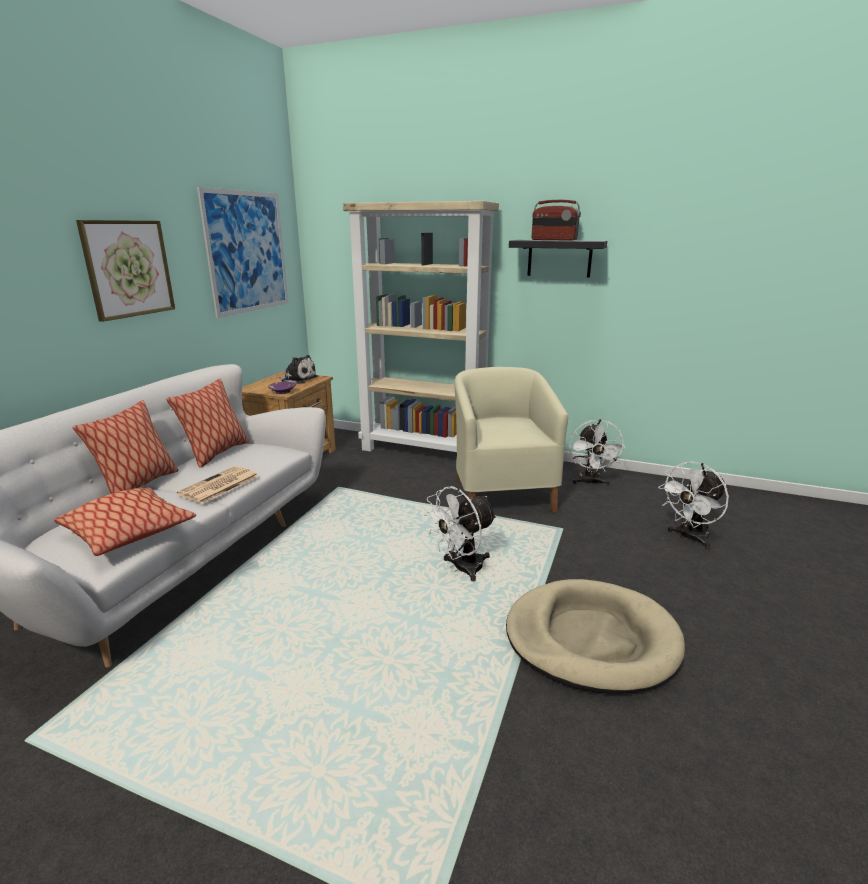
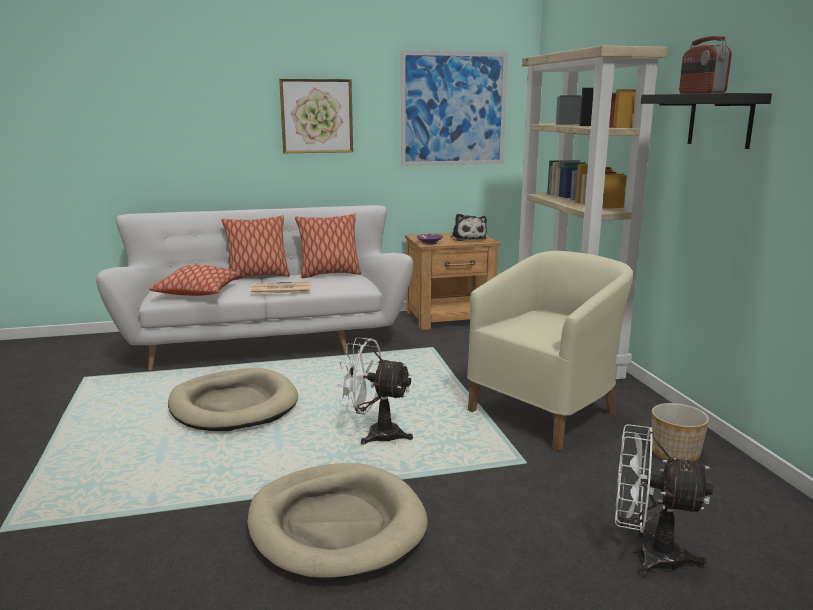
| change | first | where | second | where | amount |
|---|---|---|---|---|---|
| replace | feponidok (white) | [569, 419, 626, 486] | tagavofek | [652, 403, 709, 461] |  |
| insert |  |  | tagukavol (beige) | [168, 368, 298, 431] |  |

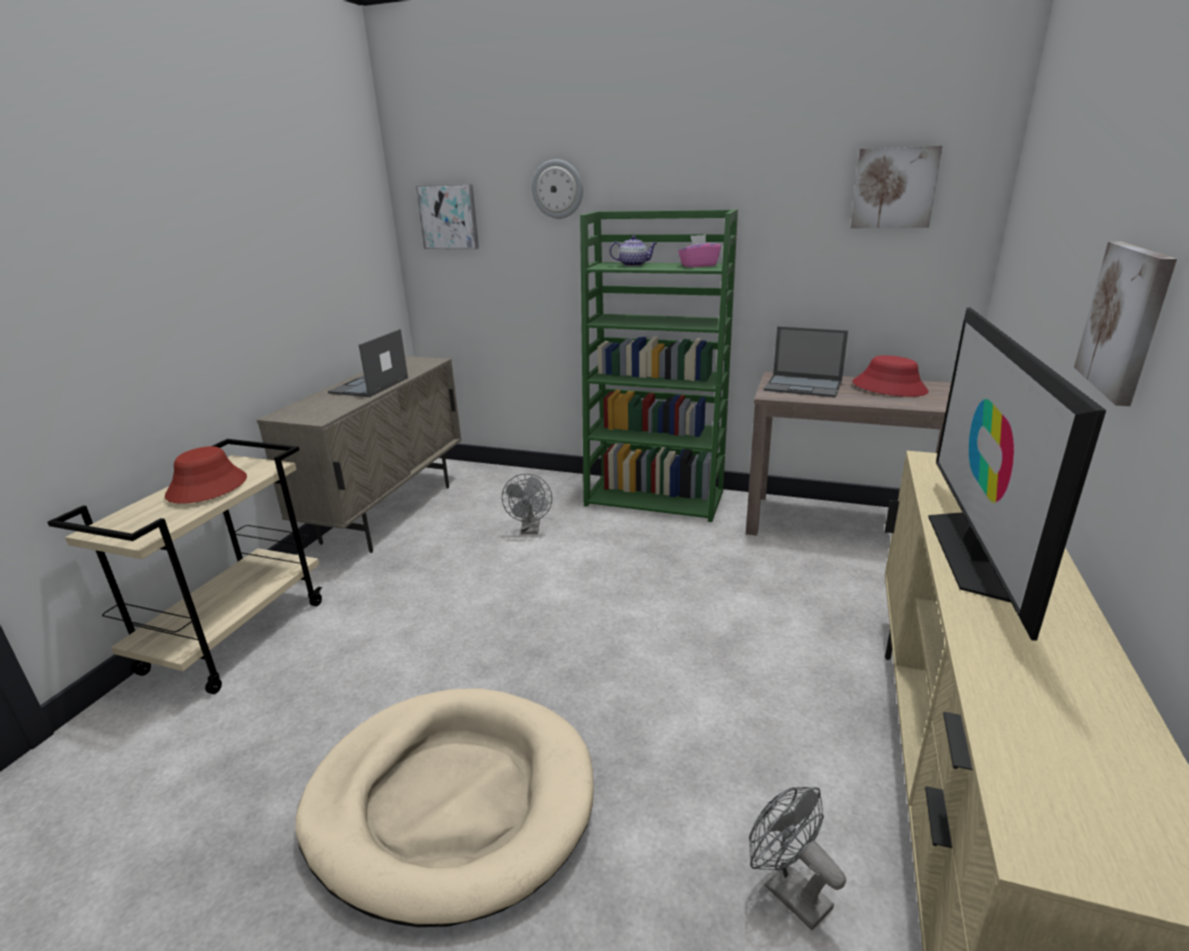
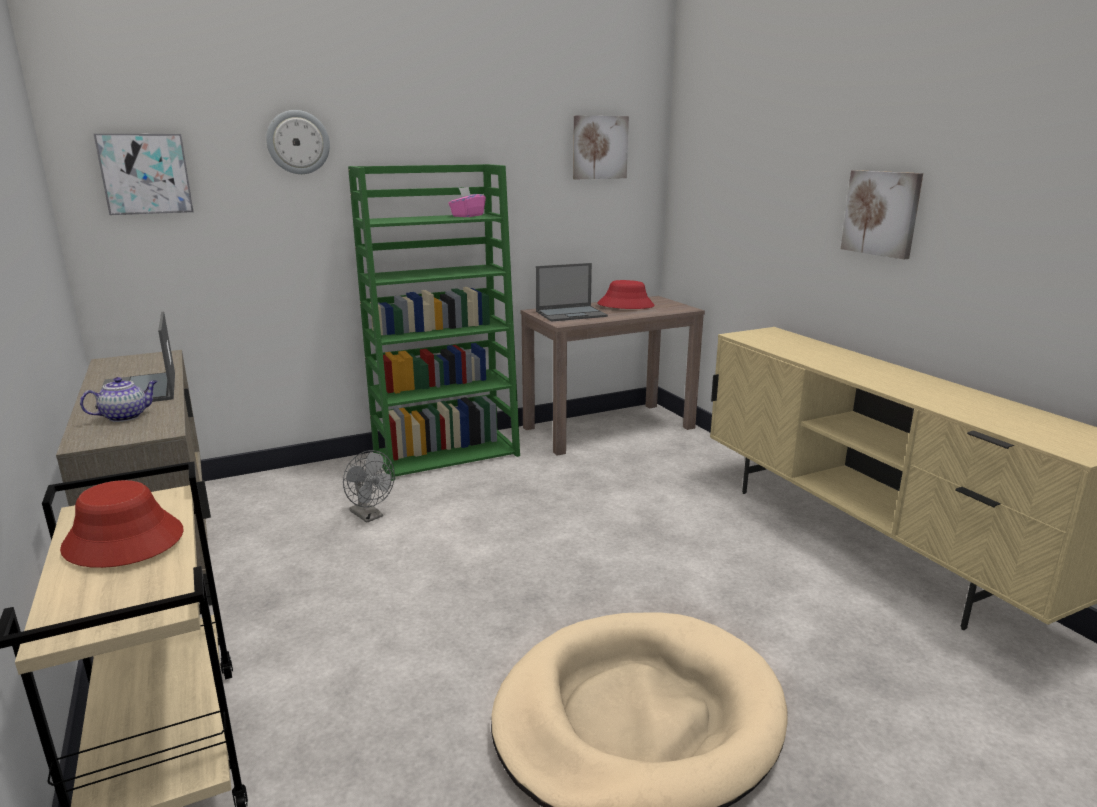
| change | first | where | second | where | amount |
|---|---|---|---|---|---|
| move | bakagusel | [610, 236, 657, 267] |  | [80, 377, 158, 422] |  |
| delete | feponidok (grey) | [749, 787, 846, 930] |  |  |  |
| delete | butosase | [928, 307, 1106, 641] |  |  |  |

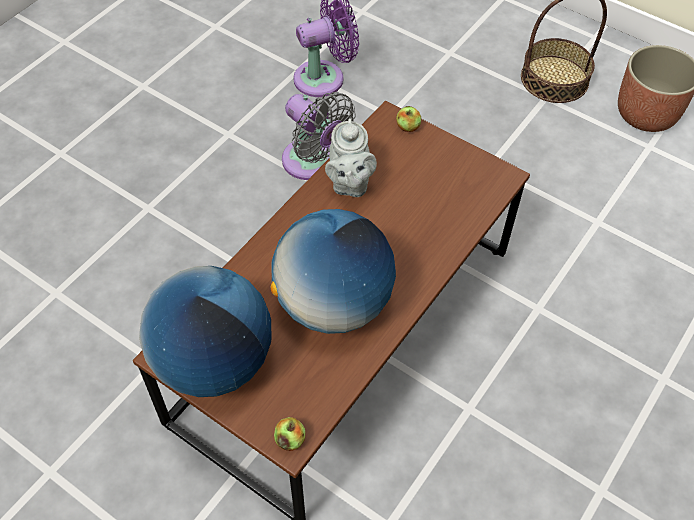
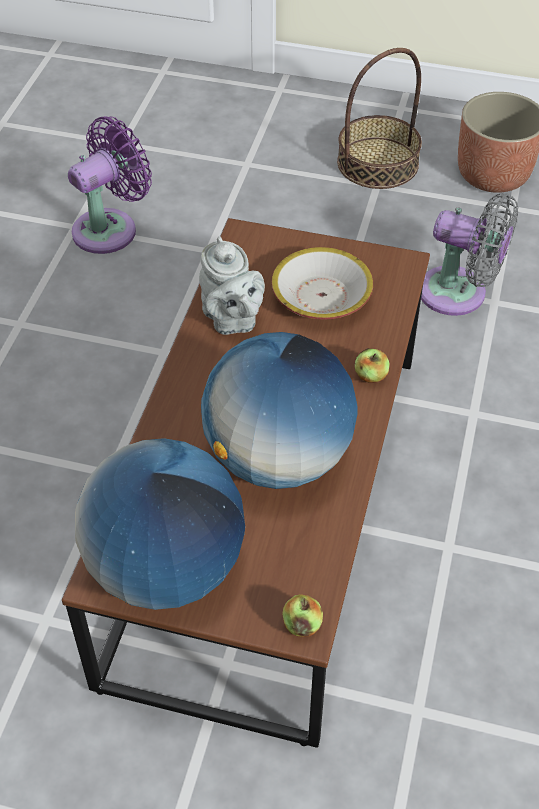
| change | first | where | second | where | amount |
|---|---|---|---|---|---|
| move | feponidok (grey) | [282, 92, 356, 180] |  | [421, 193, 518, 316] |  |
| move | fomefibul | [396, 106, 421, 132] |  | [355, 348, 390, 383] |  |
| insert |  |  | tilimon | [271, 247, 373, 320] |  |

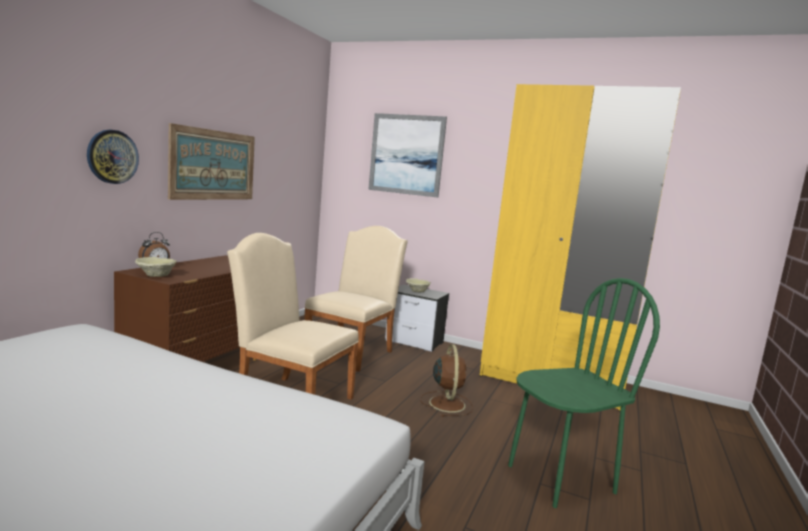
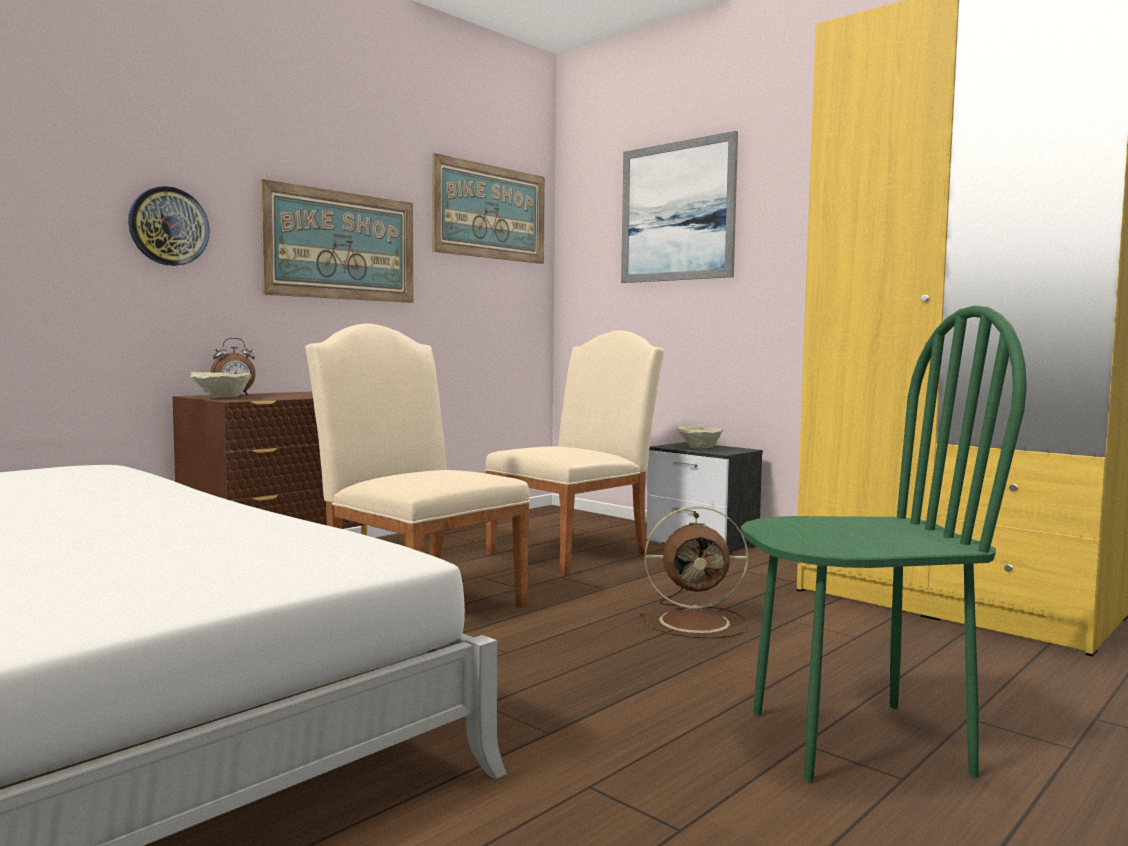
| change | first | where | second | where | amount |
|---|---|---|---|---|---|
| rotate | feponidok (brown) | [420, 344, 473, 417] |  | [639, 506, 748, 638] | 75 degrees clockwise |
| insert |  |  | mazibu | [432, 153, 545, 264] |  |

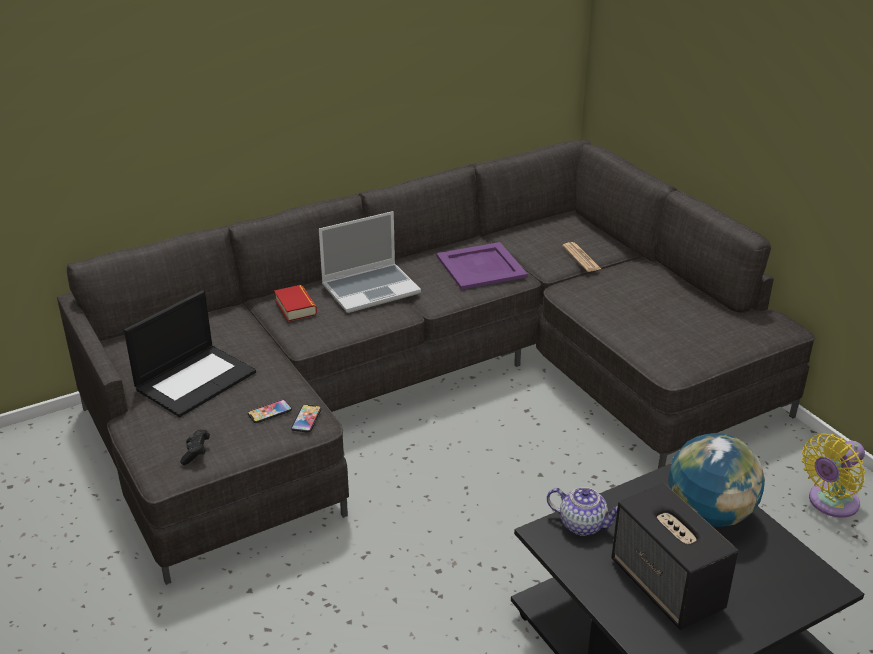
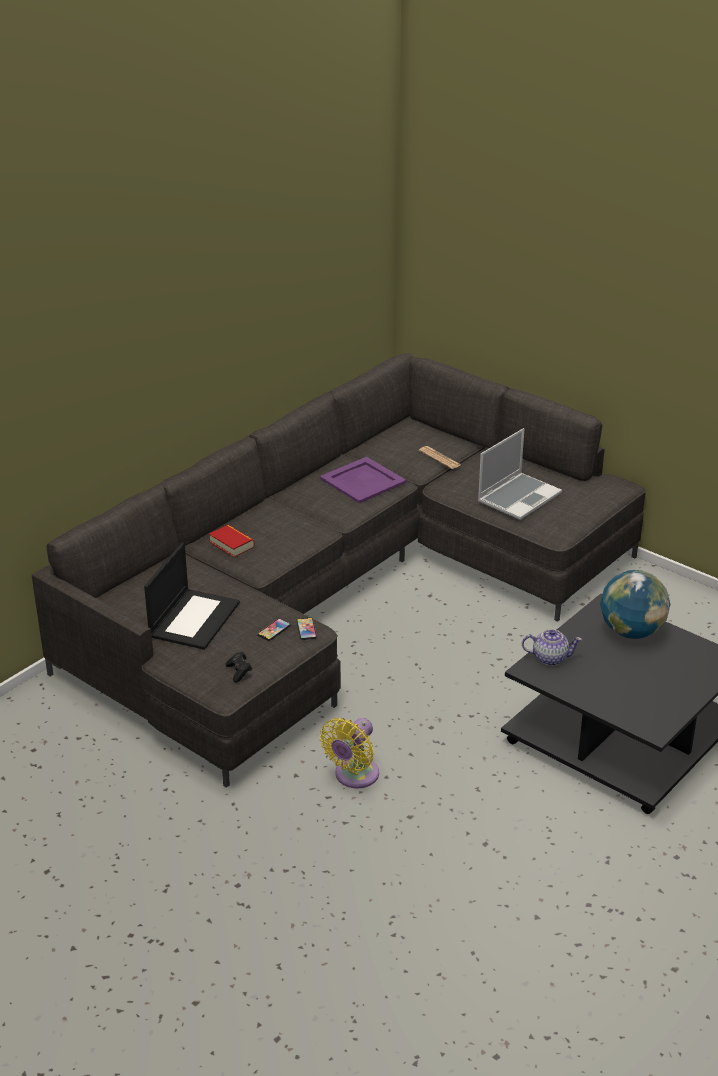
| change | first | where | second | where | amount |
|---|---|---|---|---|---|
| move | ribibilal | [319, 211, 421, 313] |  | [478, 428, 562, 520] |  |
| delete | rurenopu | [611, 483, 738, 630] |  |  |  |
| move | feponidok (yellow) | [802, 433, 865, 518] |  | [320, 718, 379, 789] |  |

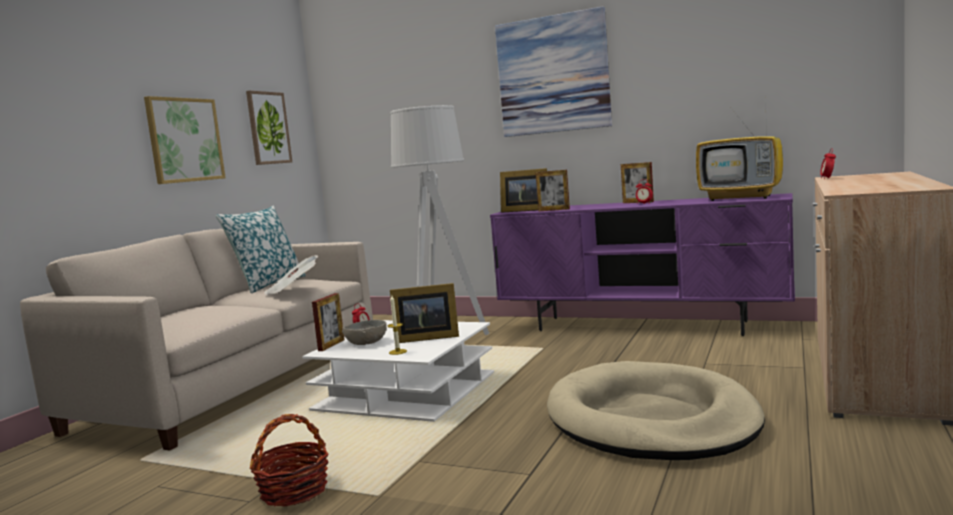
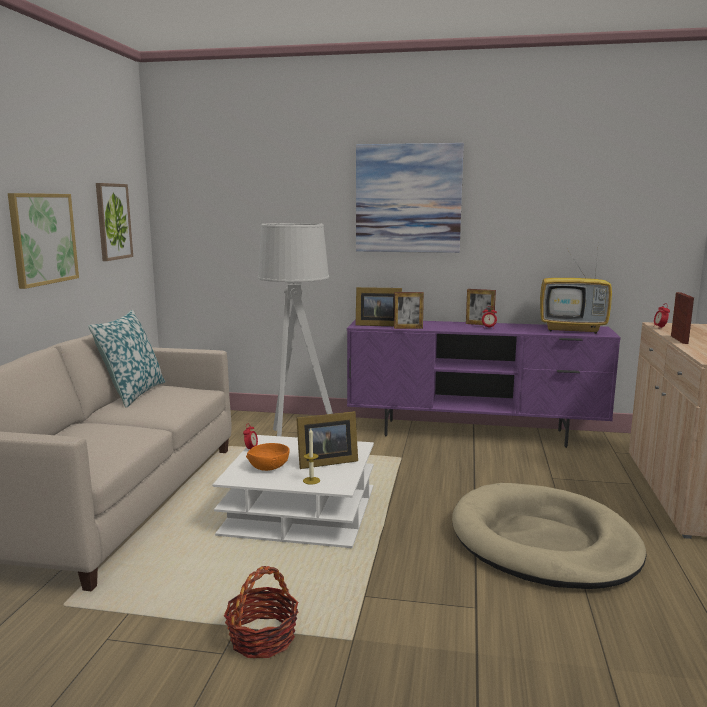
| change | first | where | second | where | amount |
|---|---|---|---|---|---|
| delete | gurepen | [263, 255, 319, 295] |  |  |  |
| move | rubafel | [312, 293, 345, 351] |  | [671, 292, 694, 344] |  |
| recolor | tilimon (grey) | [342, 320, 387, 345] | tilimon (orange) | [246, 443, 290, 471] |  |

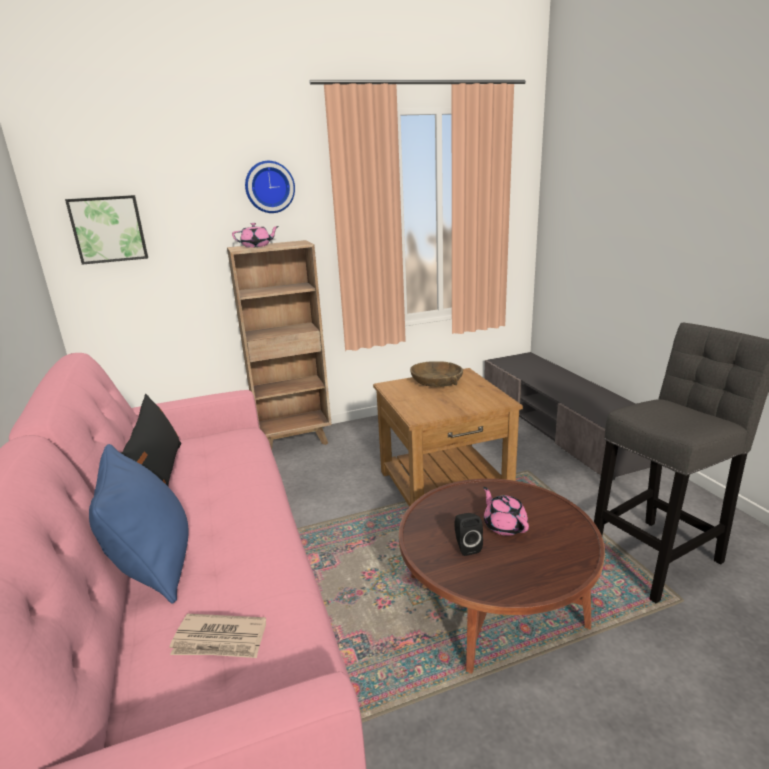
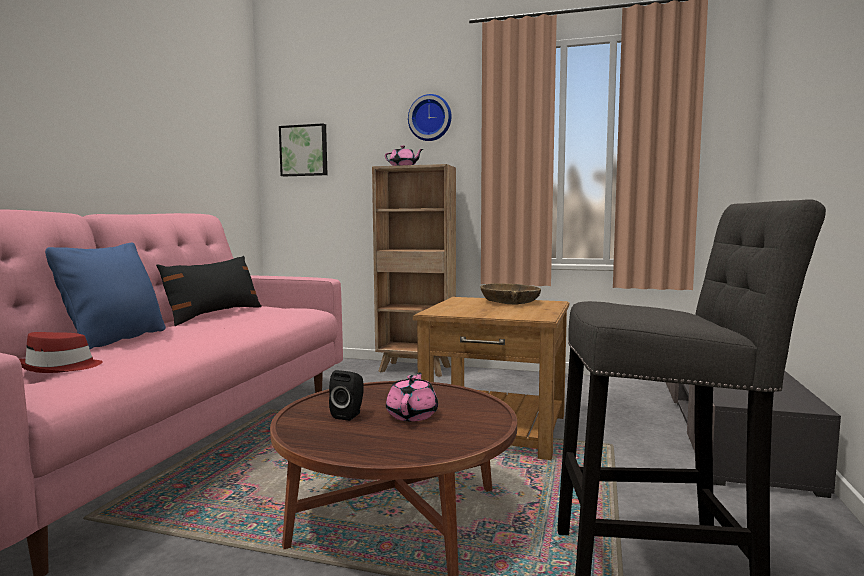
| change | first | where | second | where | amount |
|---|---|---|---|---|---|
| replace | gurepen | [169, 614, 266, 658] | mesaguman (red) | [19, 332, 103, 373] |  |

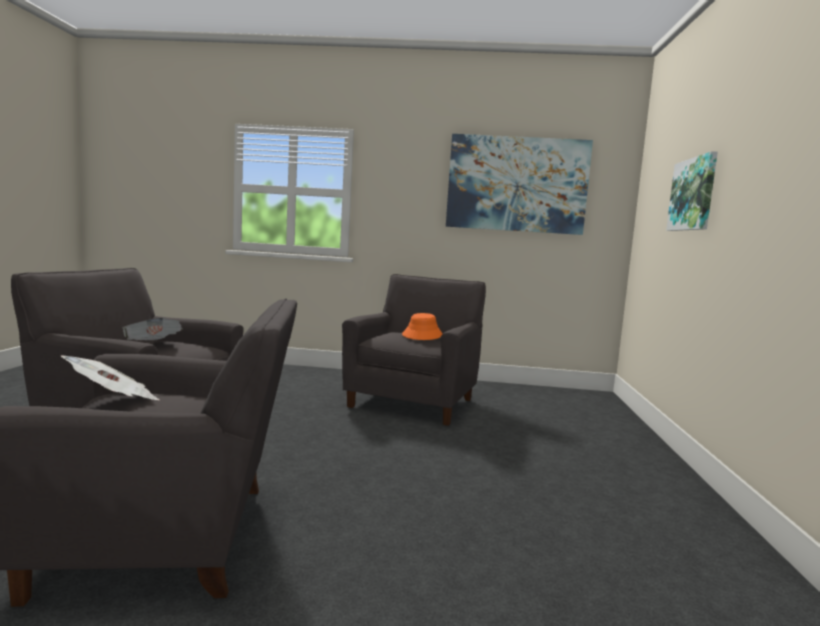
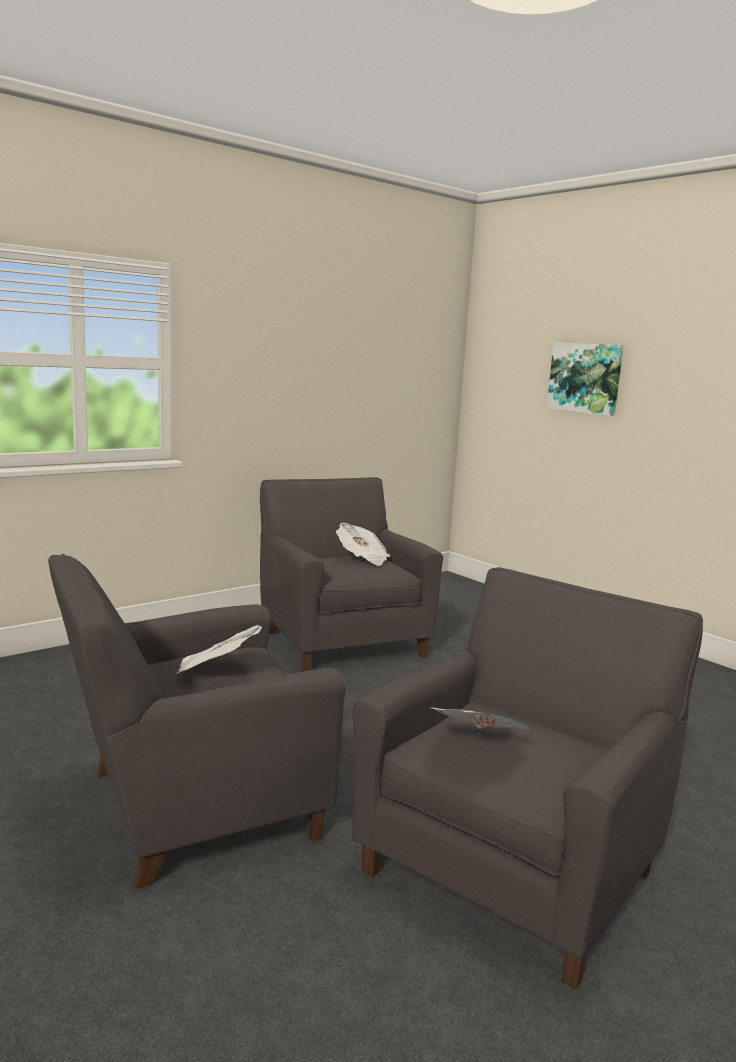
| change | first | where | second | where | amount |
|---|---|---|---|---|---|
| replace | mesaguman (orange) | [402, 313, 442, 340] | gurepen | [336, 523, 390, 566] |  |
| delete | mazibu | [446, 134, 593, 235] |  |  |  |

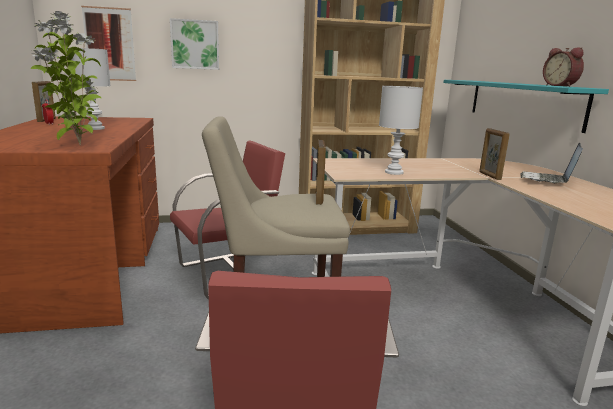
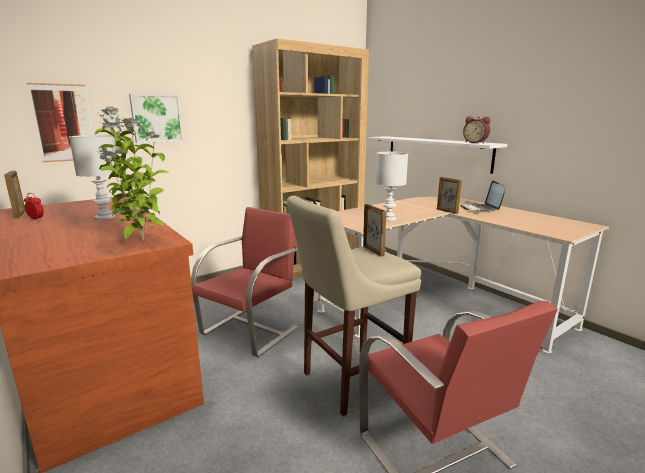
| change | first | where | second | where | amount |
|---|---|---|---|---|---|
| recolor | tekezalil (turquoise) | [444, 80, 609, 133] | tekezalil (white) | [368, 136, 508, 174] |  |

